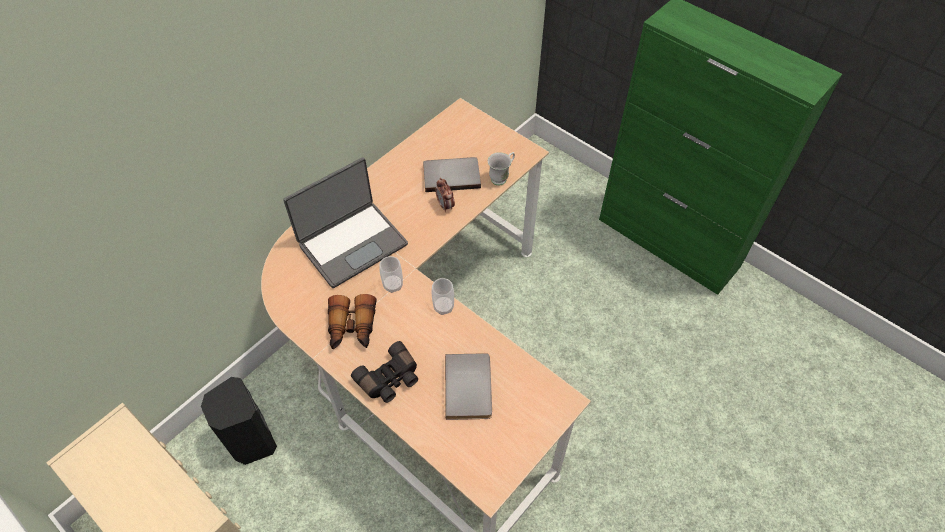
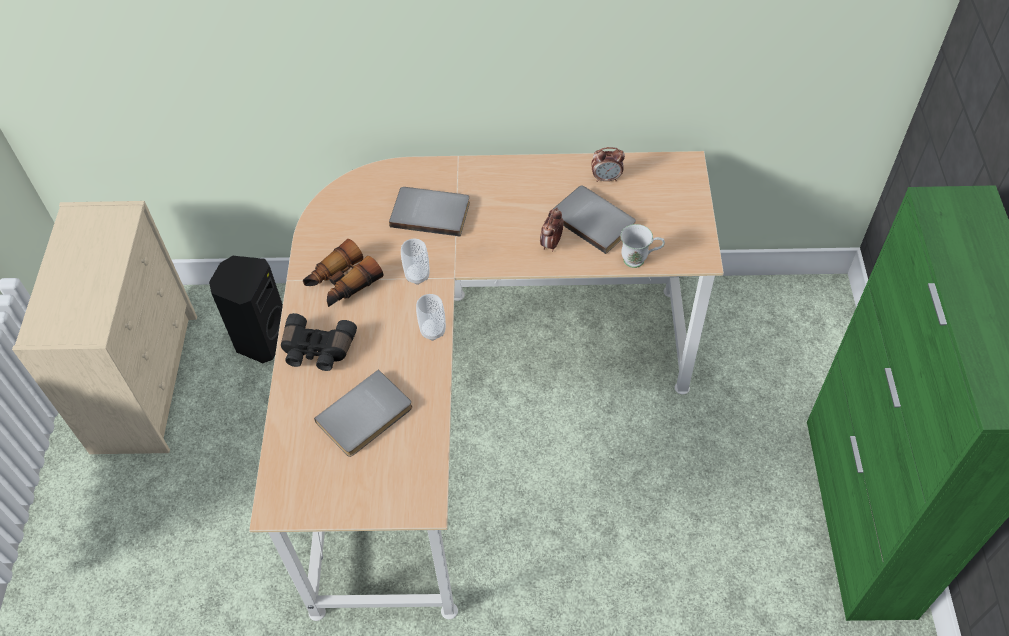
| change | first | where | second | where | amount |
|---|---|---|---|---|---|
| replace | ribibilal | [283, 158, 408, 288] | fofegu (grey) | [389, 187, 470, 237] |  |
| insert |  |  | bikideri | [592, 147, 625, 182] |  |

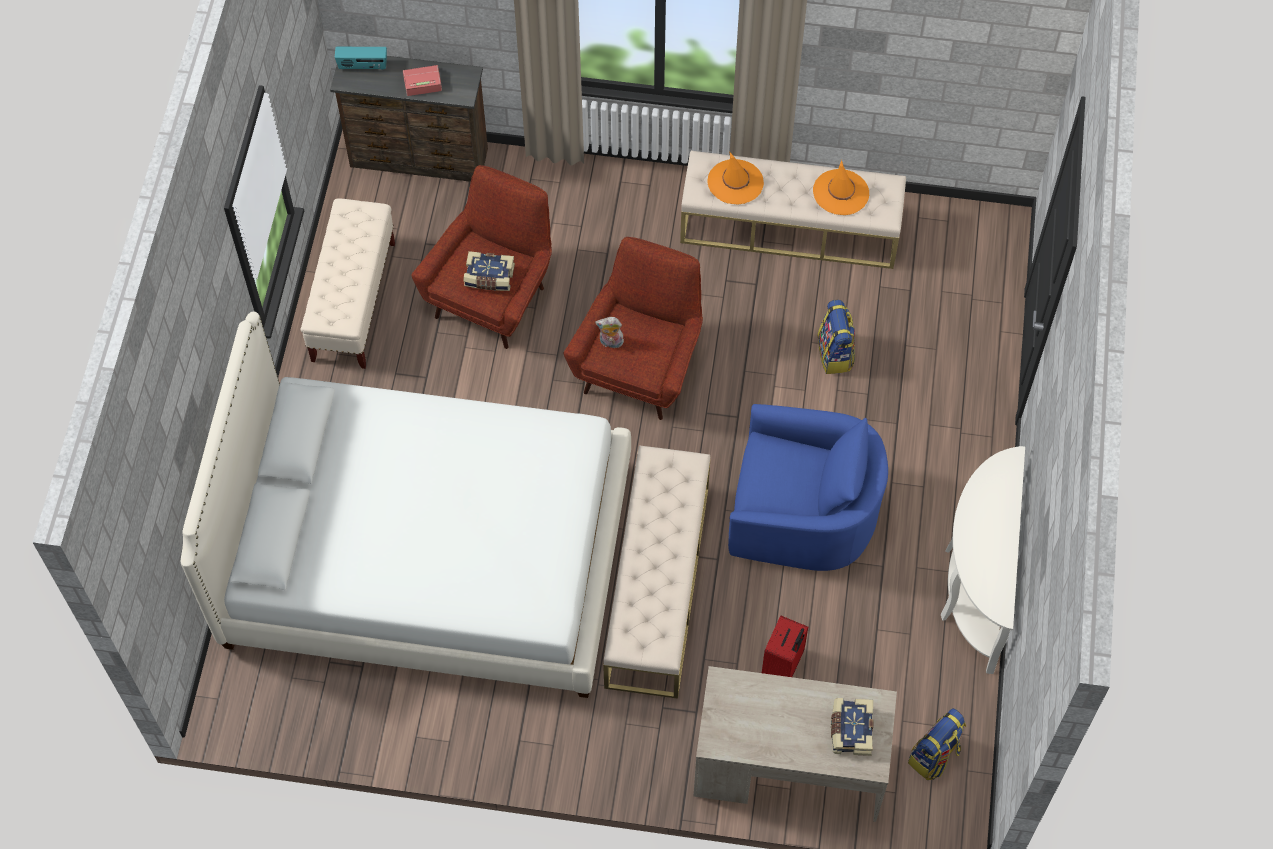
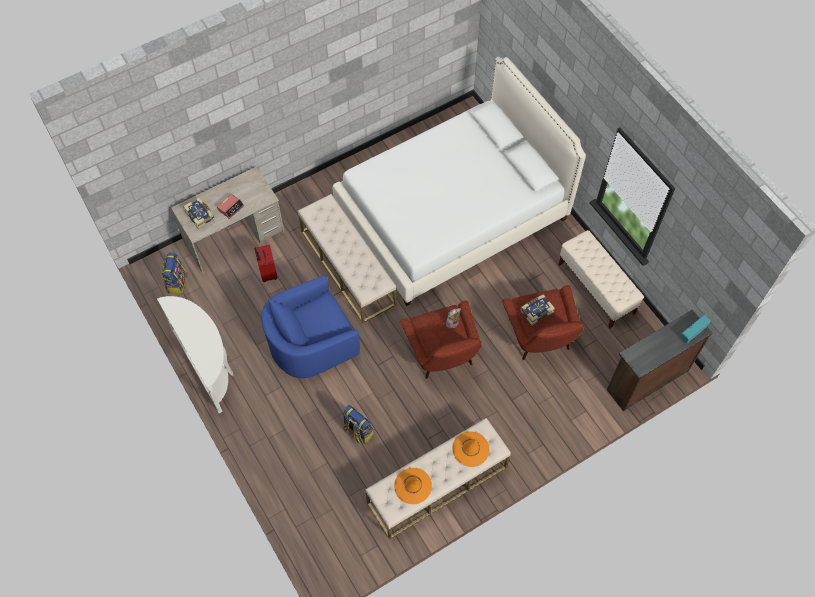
| change | first | where | second | where | amount |
|---|---|---|---|---|---|
| move | bikideri | [403, 65, 442, 96] |  | [217, 194, 244, 219] |  |

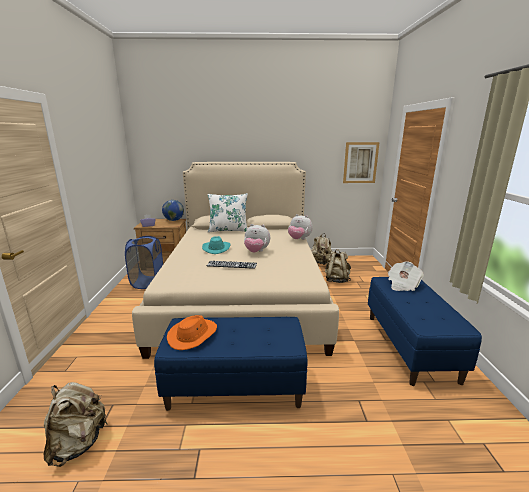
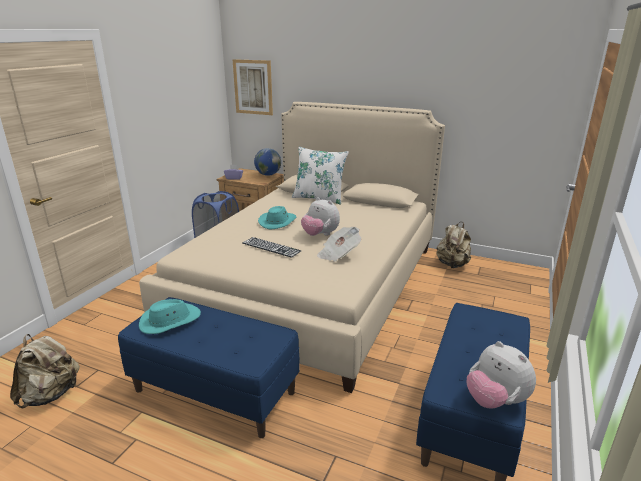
| change | first | where | second | where | amount |
|---|---|---|---|---|---|
| recolor | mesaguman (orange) | [167, 315, 217, 350] | mesaguman (turquoise) | [139, 299, 201, 334] |  |
| move | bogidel | [288, 214, 313, 240] |  | [466, 341, 536, 409] |  |
| delete | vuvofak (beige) | [325, 249, 351, 283] |  |  |  |
| move | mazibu | [343, 142, 380, 183] |  | [233, 59, 273, 115] |  |
| move | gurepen | [388, 261, 424, 291] |  | [317, 227, 361, 262] |  |

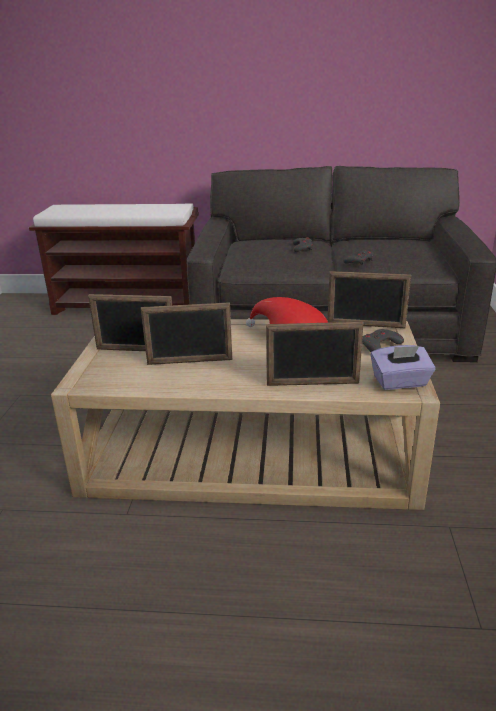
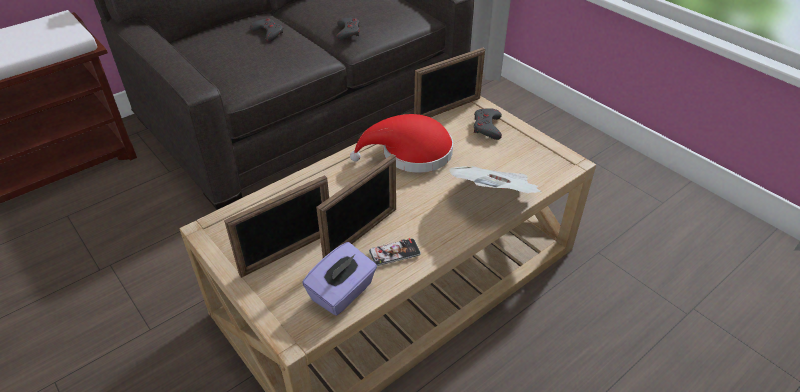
| change | first | where | second | where | amount |
|---|---|---|---|---|---|
| replace | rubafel | [266, 322, 363, 386] | gurepen | [449, 166, 542, 193] |  |
| move | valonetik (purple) | [371, 345, 436, 390] |  | [302, 242, 377, 316] |  |
| insert |  |  | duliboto | [369, 238, 421, 266] |  |

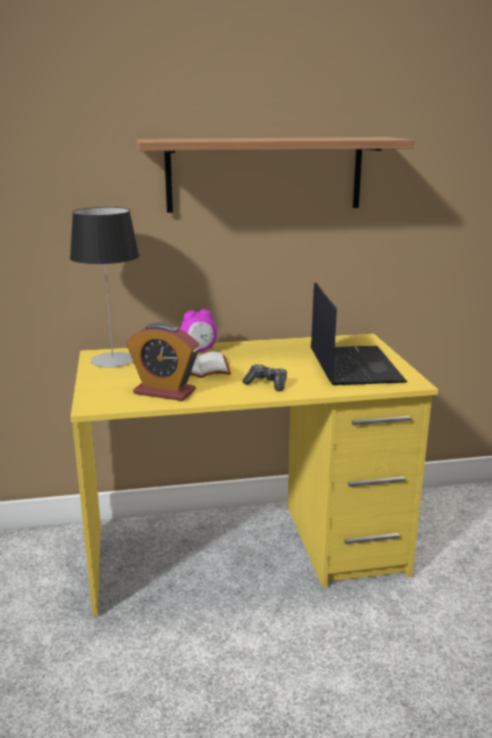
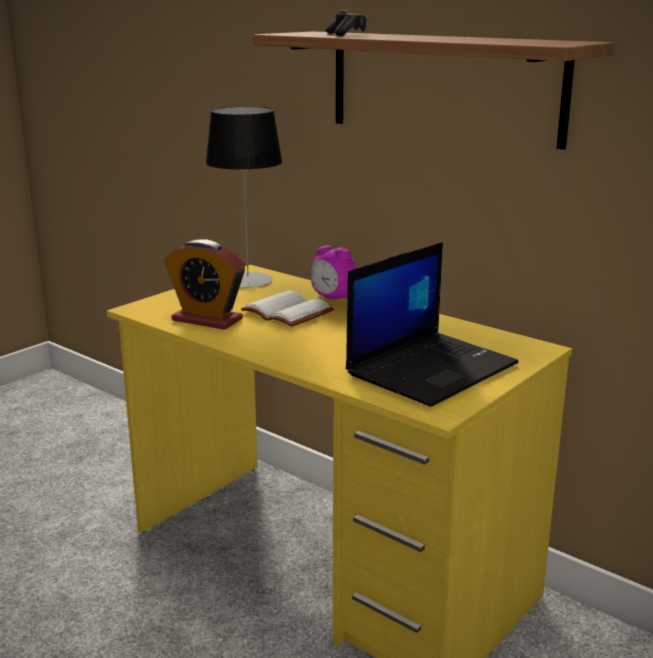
| change | first | where | second | where | amount |
|---|---|---|---|---|---|
| rotate | bikideri | [126, 322, 199, 401] |  | [164, 239, 245, 330] | 45 degrees counterclockwise |
| move | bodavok | [242, 364, 287, 391] |  | [326, 10, 368, 36] |  |

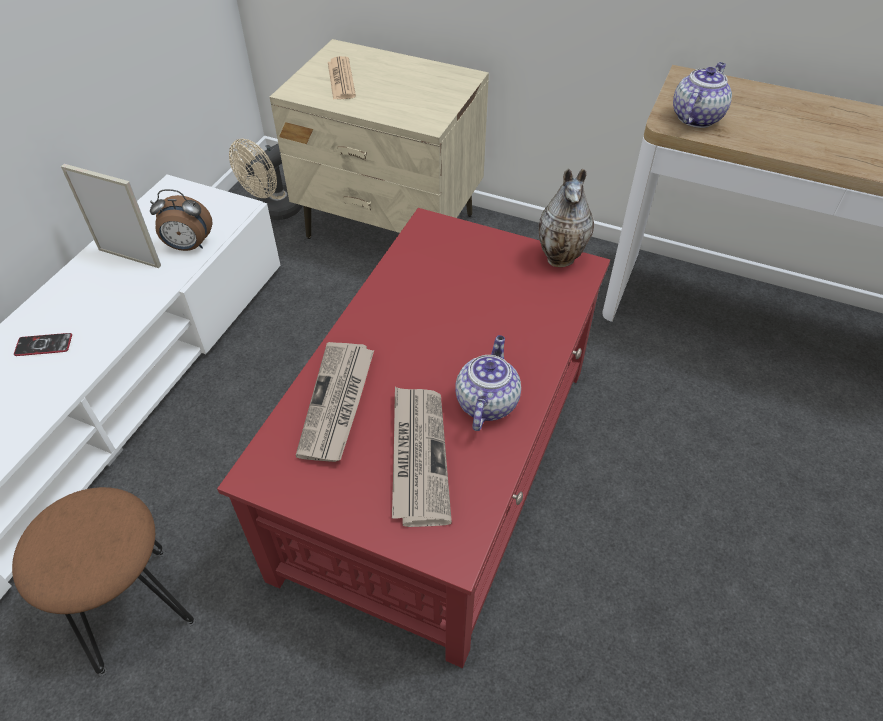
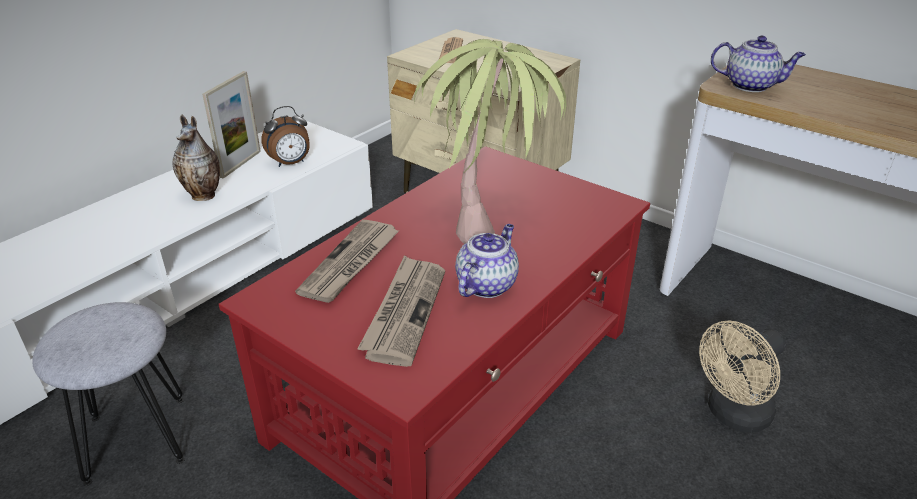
| change | first | where | second | where | amount |
|---|---|---|---|---|---|
| recolor | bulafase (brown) | [12, 487, 195, 676] | bulafase (grey) | [32, 302, 185, 486] |  |
| delete | duliboto | [14, 333, 72, 356] |  |  |  |
| rotate | rubafel | [61, 164, 161, 268] |  | [202, 71, 261, 178] | 75 degrees clockwise |
| rotate | bikideri | [150, 189, 213, 251] |  | [261, 106, 310, 167] | 45 degrees counterclockwise |
| move | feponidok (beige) | [229, 139, 302, 220] |  | [699, 320, 786, 433] |  |
| move | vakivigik | [538, 168, 594, 267] |  | [172, 115, 220, 201] |  |
| rotate | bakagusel | [673, 62, 732, 128] |  | [711, 36, 806, 92] | 60 degrees clockwise |
| insert |  |  | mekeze | [414, 39, 567, 244] |  |

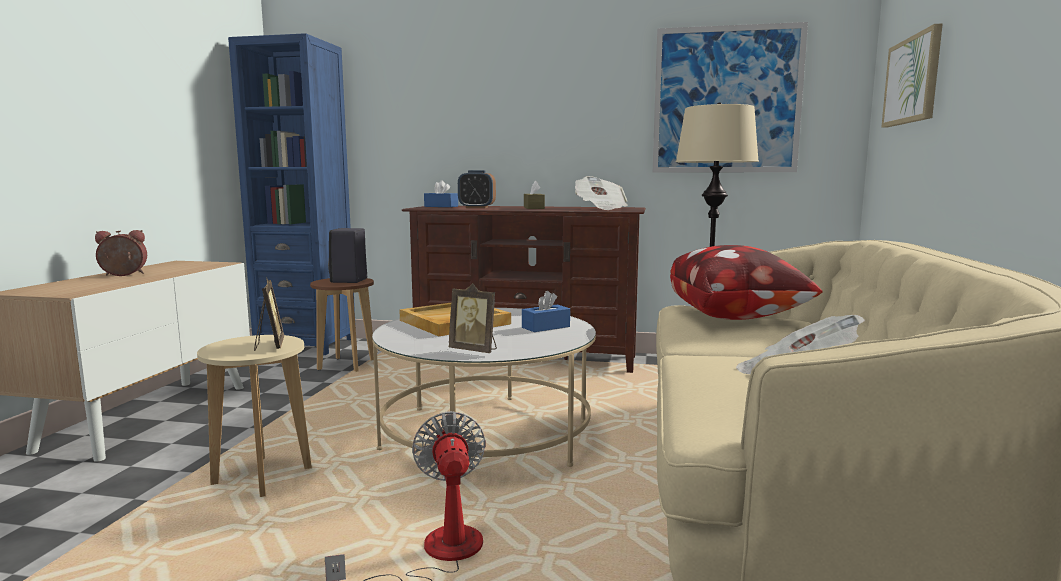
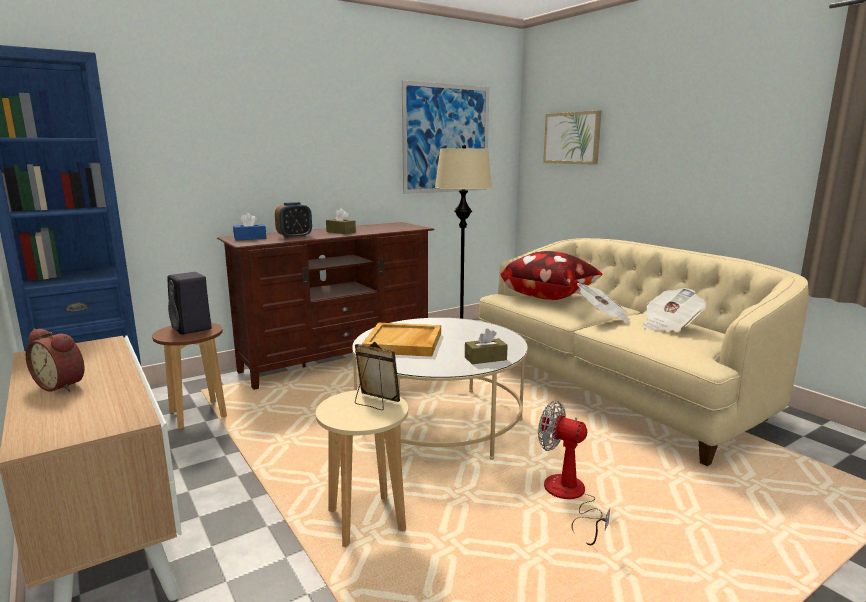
| change | first | where | second | where | amount |
|---|---|---|---|---|---|
| rotate | bikideri | [95, 230, 147, 276] |  | [26, 329, 85, 392] | 90 degrees counterclockwise |
| replace | rubafel | [449, 283, 497, 353] | valonetik (brown) | [465, 328, 508, 364] |  |
| delete | valonetik (blue) | [522, 291, 570, 332] |  |  |  |
| move | gurepen | [575, 176, 628, 210] |  | [577, 283, 631, 323] |  |

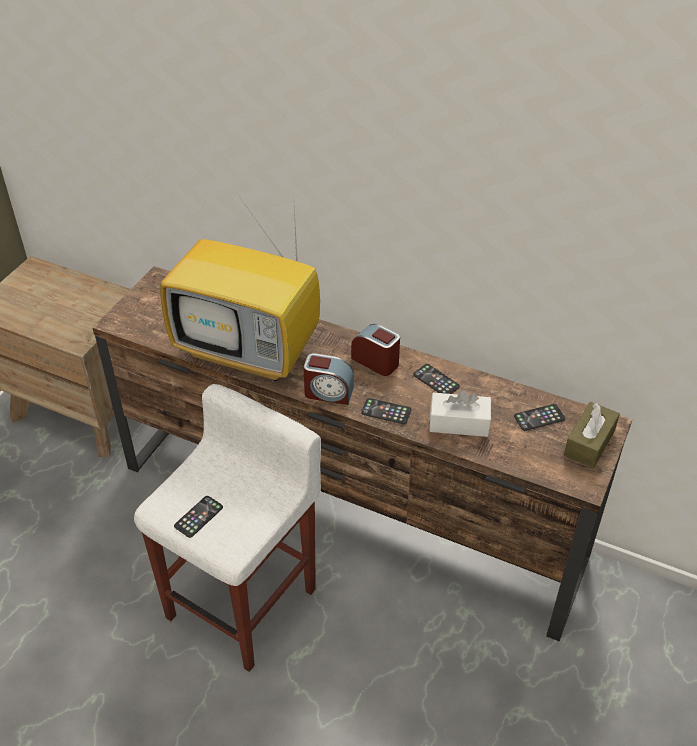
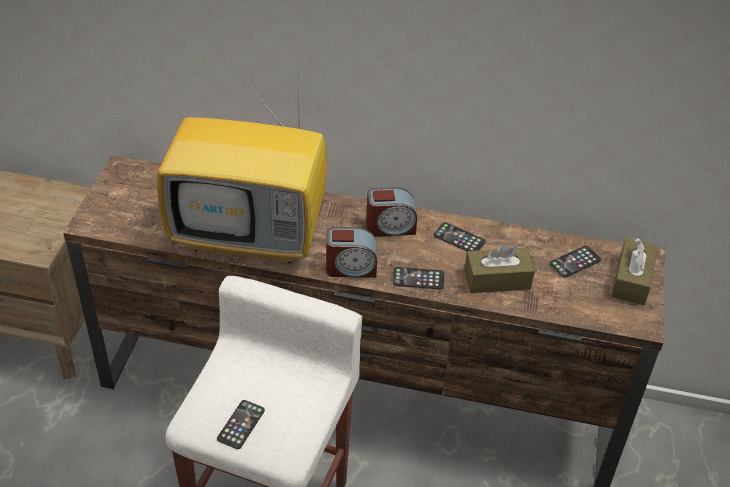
| change | first | where | second | where | amount |
|---|---|---|---|---|---|
| rotate | bikideri | [351, 324, 400, 376] |  | [366, 187, 417, 237] | 150 degrees clockwise |
| recolor | valonetik (white) | [430, 390, 491, 437] | valonetik (brown) | [464, 243, 535, 293] |  |

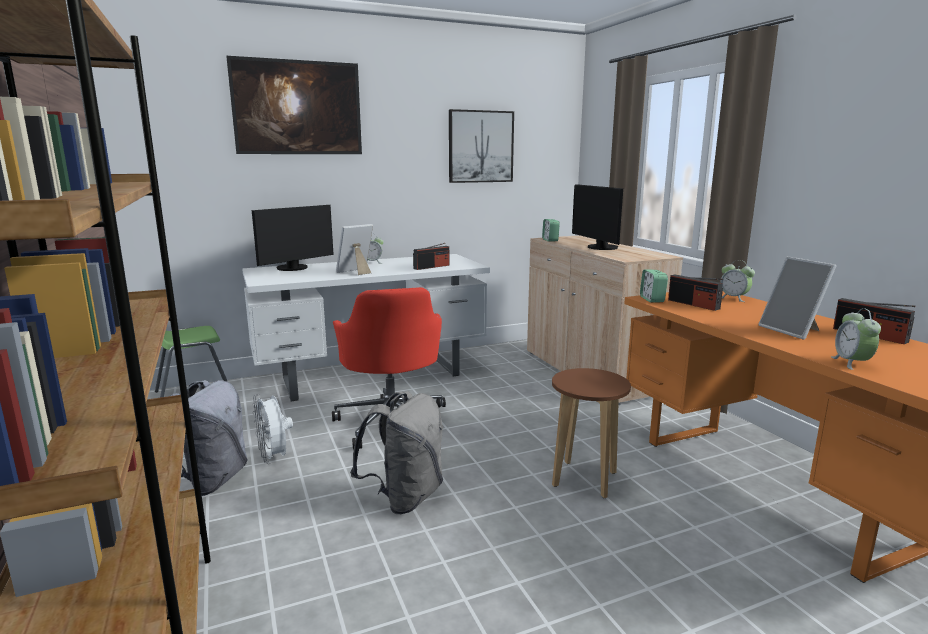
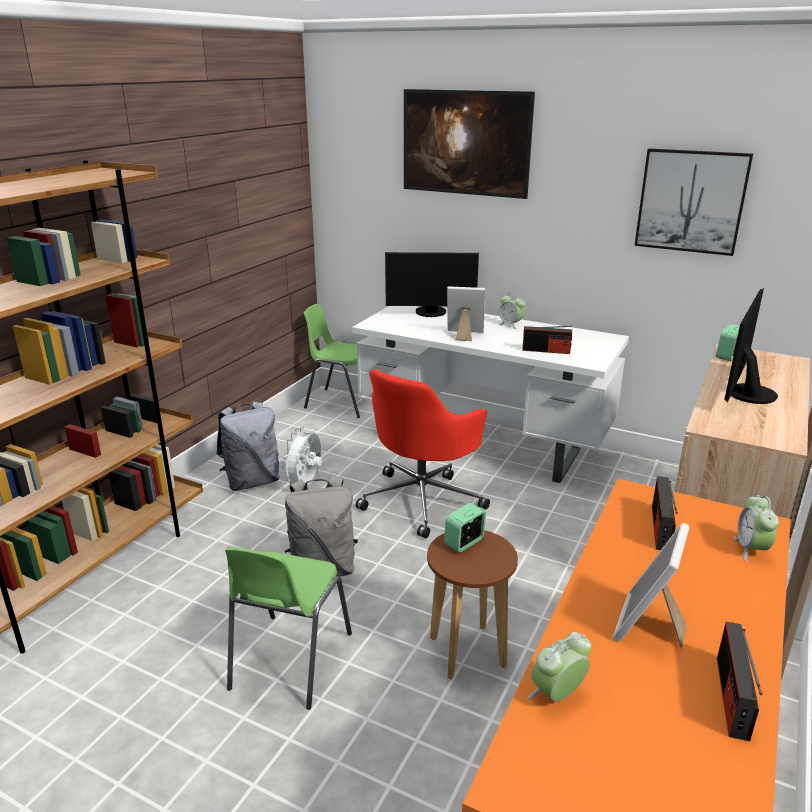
| change | first | where | second | where | amount |
|---|---|---|---|---|---|
| move | bikideri | [640, 269, 668, 303] |  | [444, 503, 486, 553] |  |
| insert |  |  | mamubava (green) | [225, 547, 352, 710] |  |

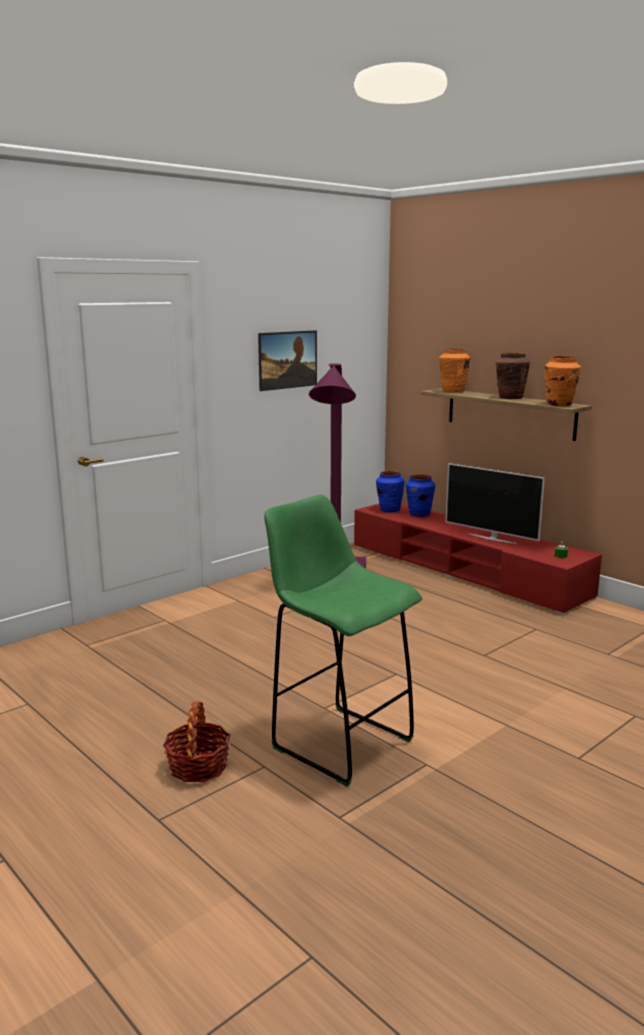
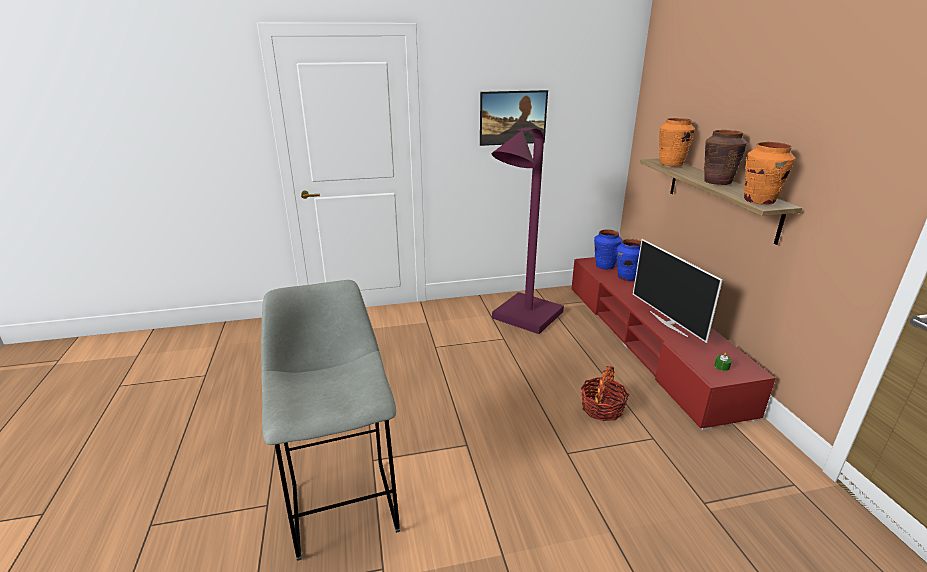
| change | first | where | second | where | amount |
|---|---|---|---|---|---|
| move | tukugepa | [163, 701, 231, 782] |  | [581, 366, 629, 421] |  |
| recolor | bulafase (green) | [264, 495, 422, 786] | bulafase (grey) | [261, 280, 400, 561] |  |

